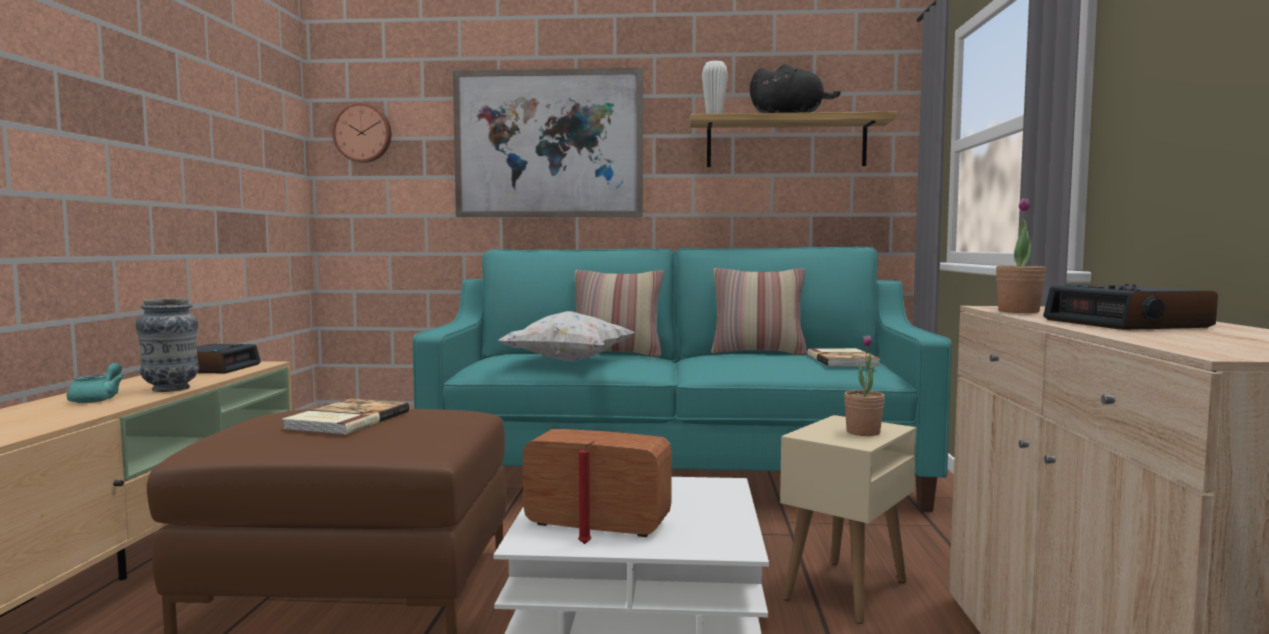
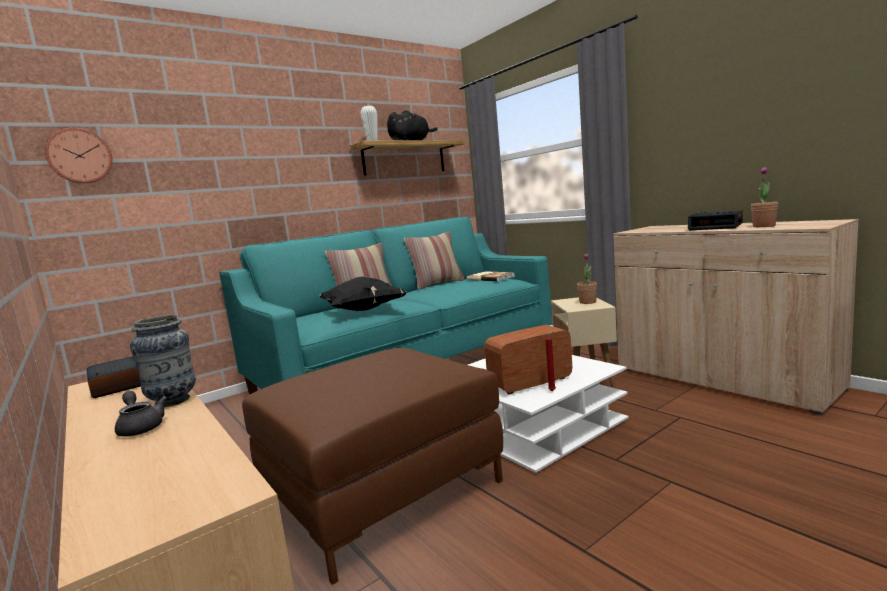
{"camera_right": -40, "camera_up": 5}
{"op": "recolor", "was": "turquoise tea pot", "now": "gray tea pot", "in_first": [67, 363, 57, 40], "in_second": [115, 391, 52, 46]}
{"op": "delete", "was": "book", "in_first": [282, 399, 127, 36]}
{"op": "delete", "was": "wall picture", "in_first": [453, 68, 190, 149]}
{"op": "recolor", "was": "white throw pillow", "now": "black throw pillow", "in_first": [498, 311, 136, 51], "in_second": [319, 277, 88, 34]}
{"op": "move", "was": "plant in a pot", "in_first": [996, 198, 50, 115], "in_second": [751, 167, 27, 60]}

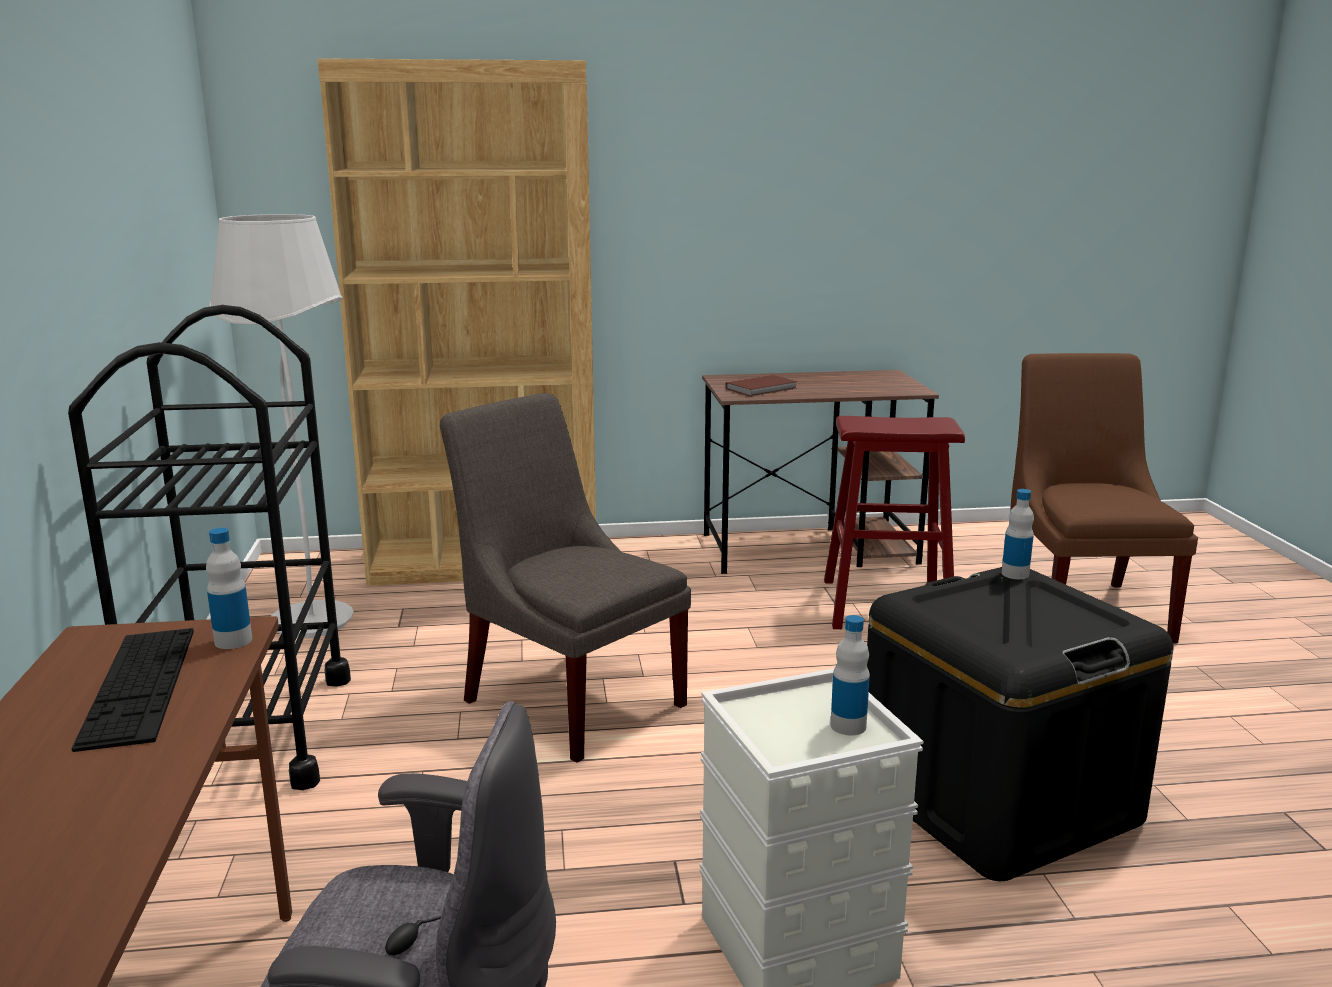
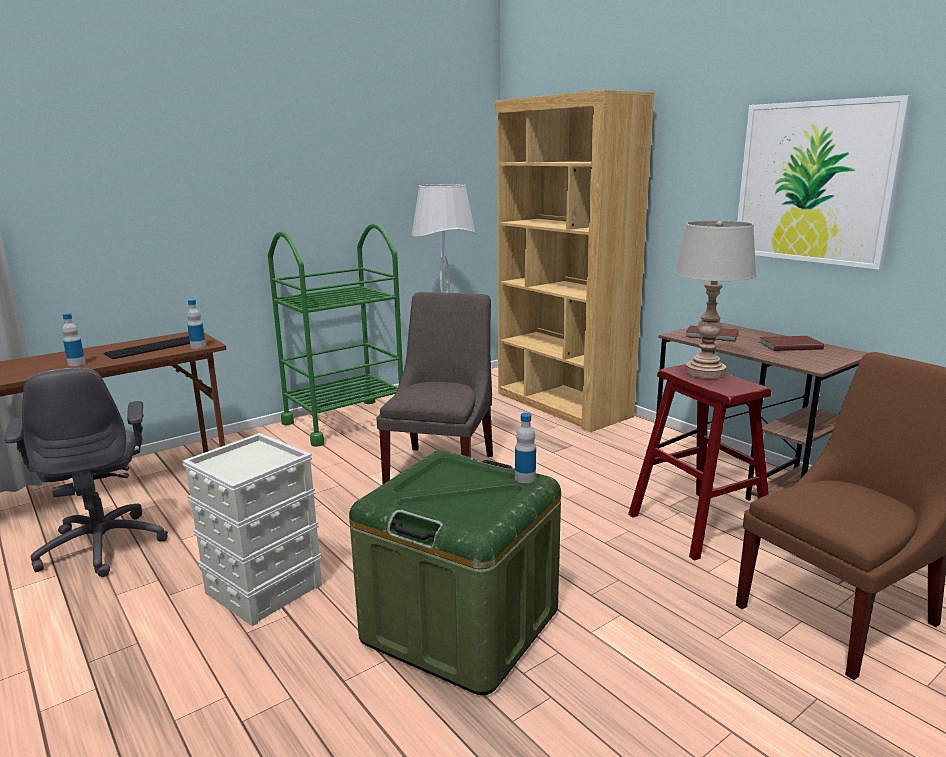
{"camera_right": 60, "camera_up": 0}
{"op": "recolor", "was": "black cart", "now": "greenish cart", "in_first": [68, 305, 283, 485], "in_second": [268, 224, 135, 223]}
{"op": "move", "was": "beverage bottle", "in_first": [830, 615, 40, 120], "in_second": [62, 313, 24, 53]}
{"op": "recolor", "was": "black storage container", "now": "greenish storage container", "in_first": [867, 567, 307, 314], "in_second": [349, 450, 212, 245]}
{"op": "insert", "now": "gray table lamp", "in_second": [674, 220, 82, 159]}
{"op": "insert", "now": "wall picture", "in_second": [737, 95, 175, 175]}
{"op": "insert", "now": "brownish book", "in_second": [759, 336, 65, 15]}

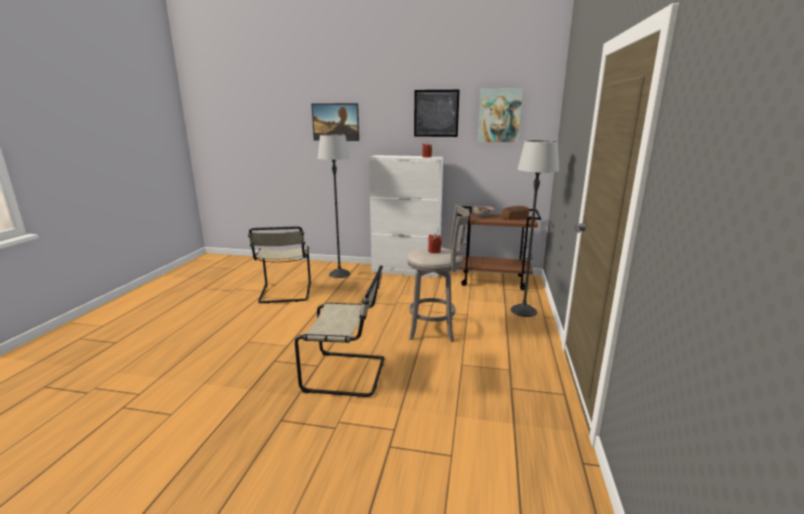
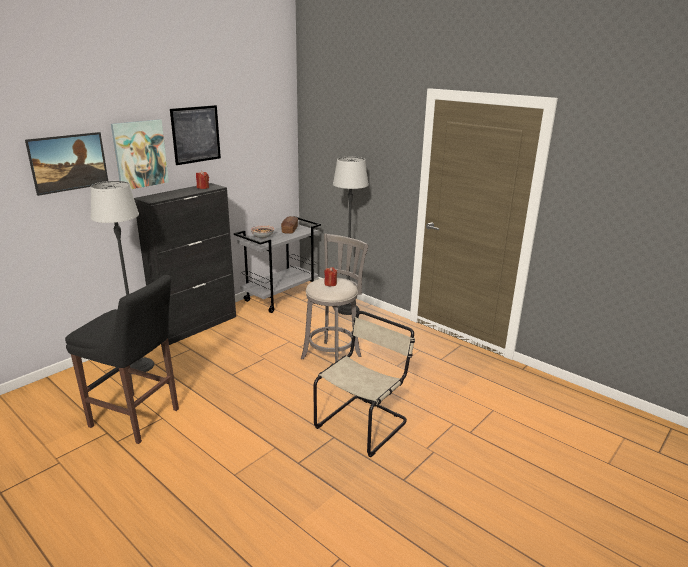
{"camera_right": -60, "camera_up": 5}
{"op": "replace", "was": "beige plain chair", "now": "black stool seat", "in_first": [248, 226, 63, 78], "in_second": [65, 275, 114, 169]}
{"op": "recolor", "was": "white cabinet", "now": "black cabinet", "in_first": [369, 155, 74, 122], "in_second": [134, 183, 102, 162]}
{"op": "recolor", "was": "brownish cart", "now": "gray cart", "in_first": [458, 206, 83, 84], "in_second": [234, 216, 87, 97]}
{"op": "move", "was": "wall picture", "in_first": [477, 88, 46, 54], "in_second": [111, 119, 58, 70]}

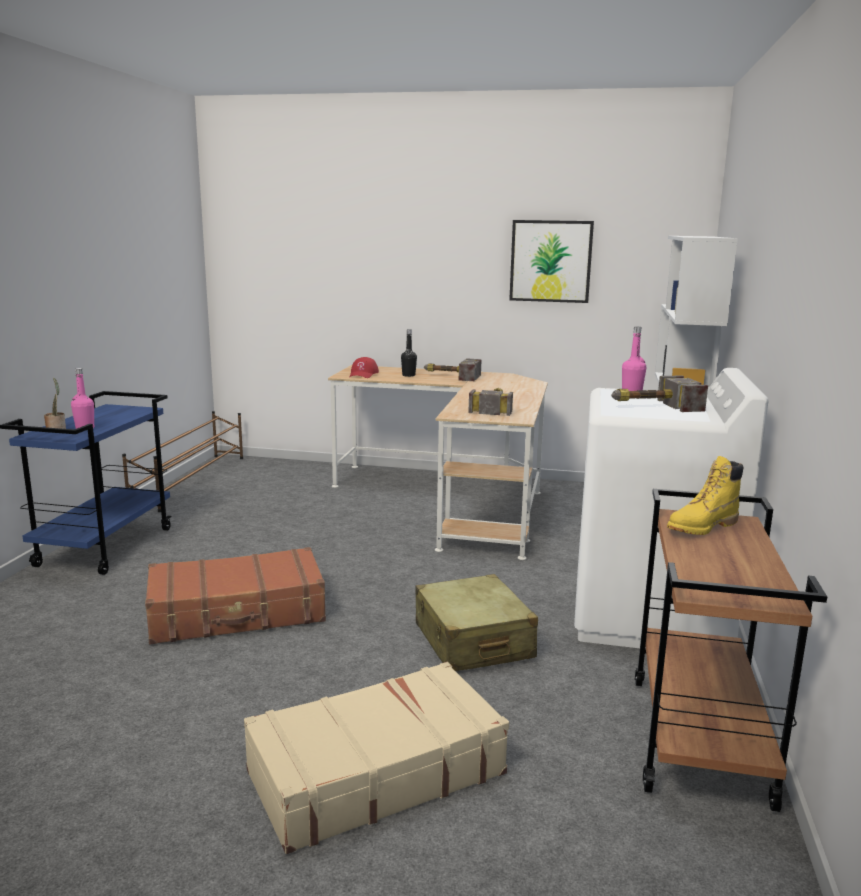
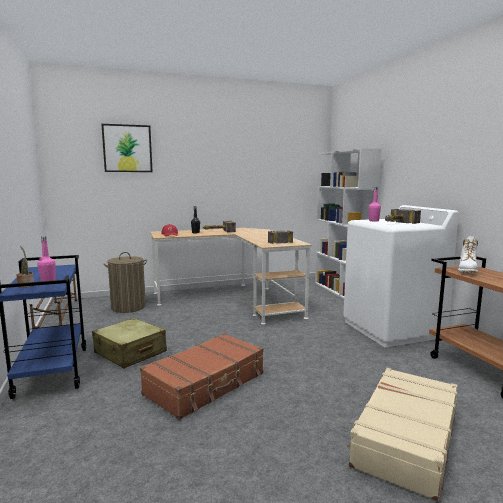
{"camera_right": -30, "camera_up": -5}
{"op": "move", "was": "beige suitcase", "in_first": [415, 574, 123, 97], "in_second": [92, 318, 75, 50]}
{"op": "move", "was": "wall picture", "in_first": [509, 220, 85, 83], "in_second": [101, 124, 52, 48]}
{"op": "recolor", "was": "yellowish tall boot", "now": "white tall boot", "in_first": [667, 456, 77, 79], "in_second": [458, 236, 20, 37]}
{"op": "insert", "now": "hamper", "in_second": [103, 252, 44, 61]}

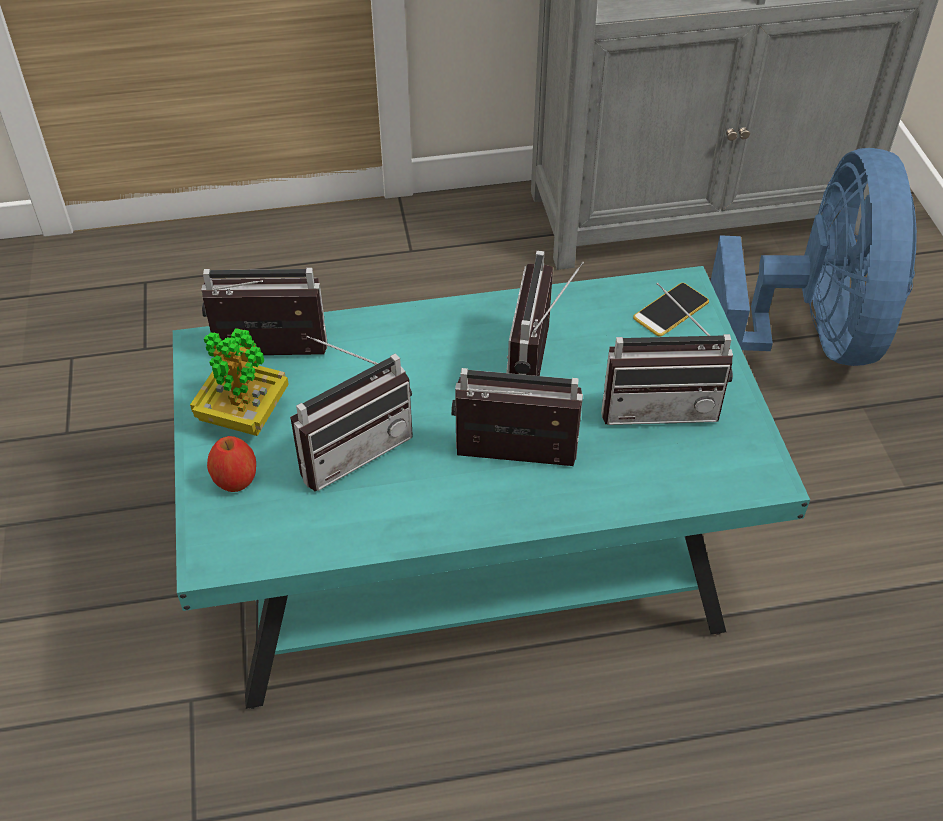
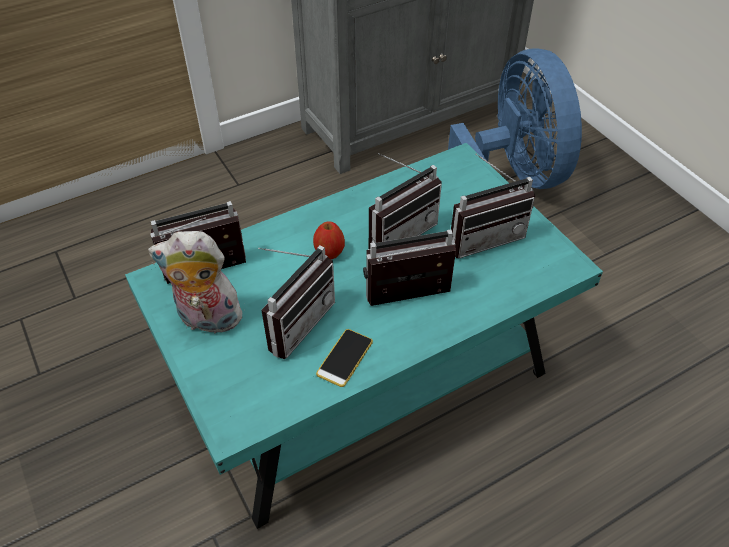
{"camera_right": -20, "camera_up": 0}
{"op": "replace", "was": "plant in a pot", "now": "plush toy", "in_first": [190, 328, 99, 108], "in_second": [148, 231, 97, 107]}
{"op": "move", "was": "apple", "in_first": [207, 436, 49, 56], "in_second": [313, 221, 32, 38]}
{"op": "rotate", "was": "radio", "in_first": [506, 251, 78, 125], "in_second": [369, 153, 73, 96], "clockwise": -120}
{"op": "move", "was": "phone", "in_first": [633, 283, 76, 54], "in_second": [316, 329, 57, 58]}

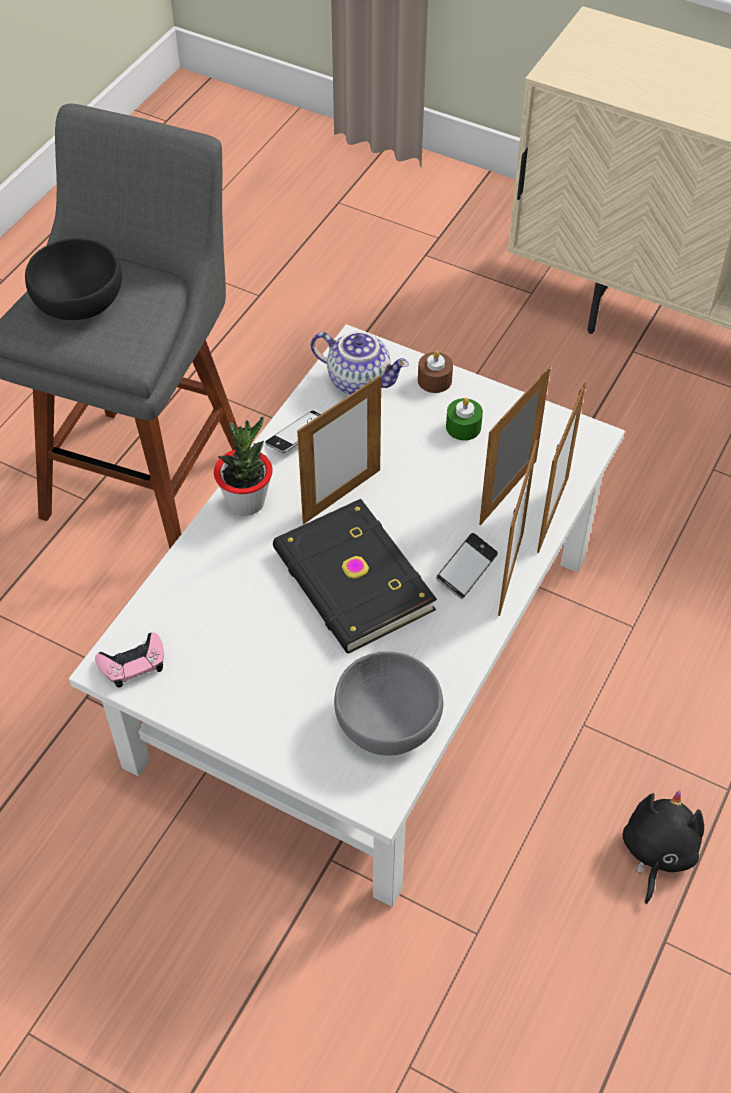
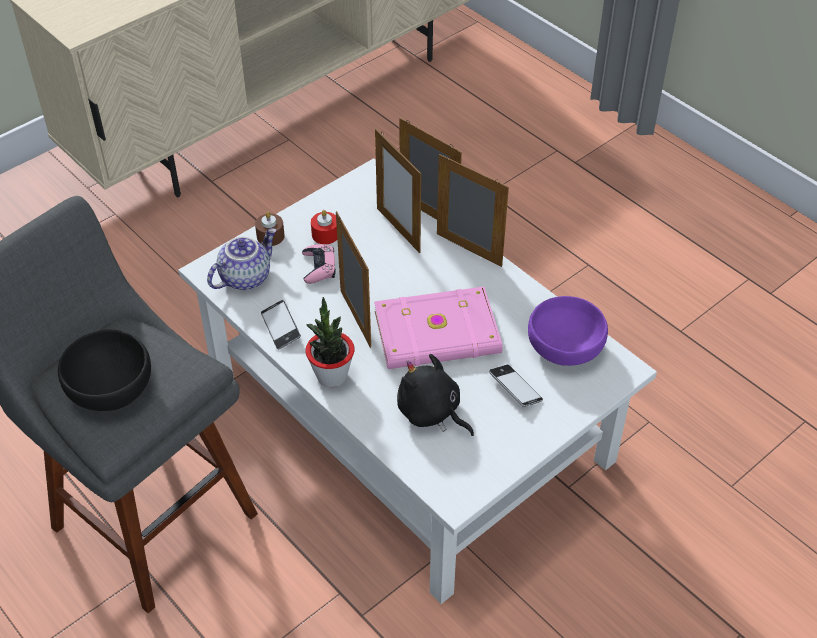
{"camera_right": -70, "camera_up": -5}
{"op": "move", "was": "pink-coloured gamepad", "in_first": [95, 632, 69, 56], "in_second": [302, 244, 34, 40]}
{"op": "recolor", "was": "black book", "now": "pink-coloured book", "in_first": [273, 499, 164, 154], "in_second": [374, 287, 129, 82]}
{"op": "recolor", "was": "gray bowl", "now": "purple bowl", "in_first": [334, 651, 109, 105], "in_second": [528, 296, 80, 70]}
{"op": "move", "was": "phone", "in_first": [436, 533, 62, 66], "in_second": [489, 365, 54, 42]}
{"op": "recolor", "was": "greenish candle", "now": "red-coloured candle", "in_first": [446, 398, 37, 43], "in_second": [311, 210, 26, 34]}
{"op": "move", "was": "black plush toy", "in_first": [623, 790, 81, 114], "in_second": [397, 354, 77, 82]}

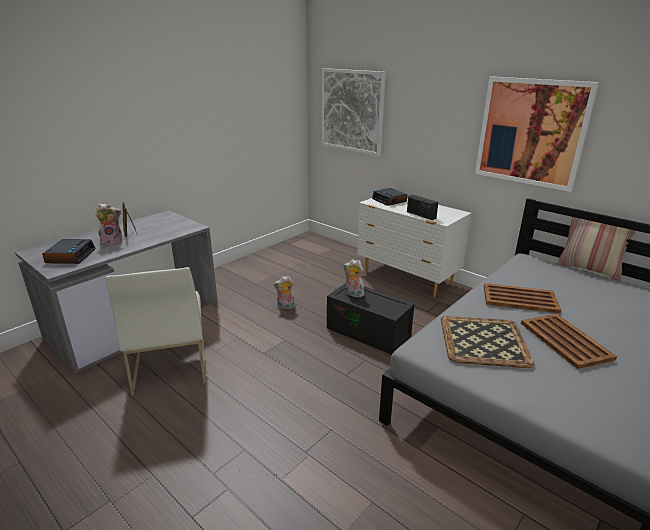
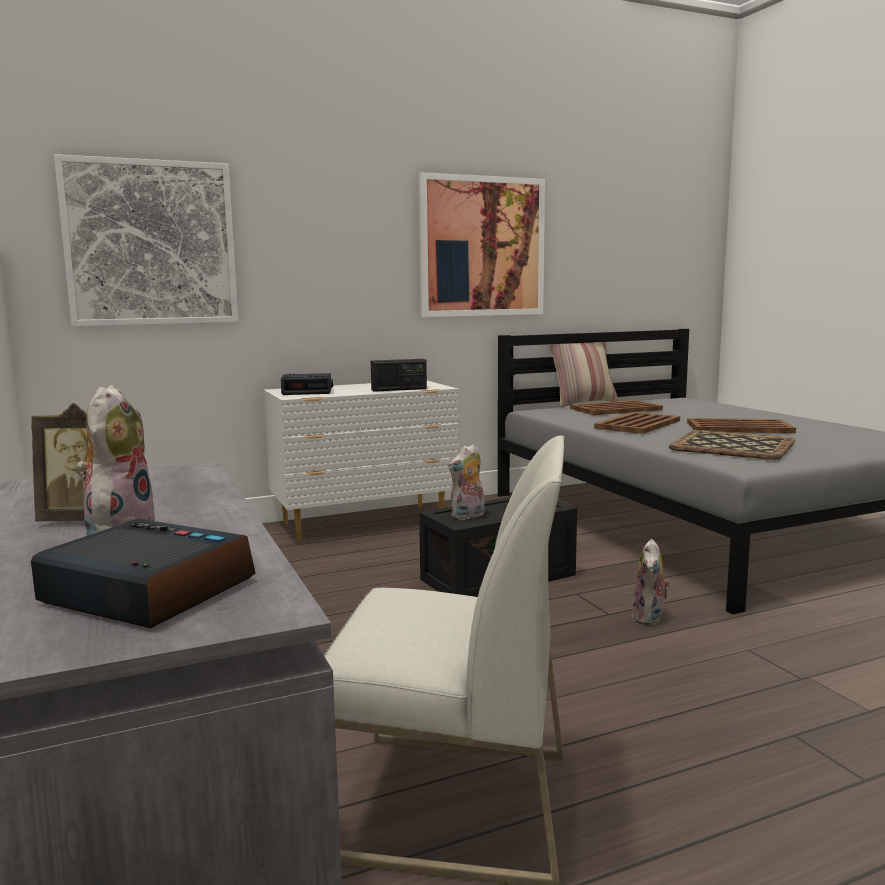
{"camera_right": -65, "camera_up": -15}
{"op": "move", "was": "plush toy", "in_first": [273, 276, 22, 33], "in_second": [632, 539, 39, 86]}
{"op": "insert", "now": "brownish serving tray", "in_second": [570, 400, 93, 15]}

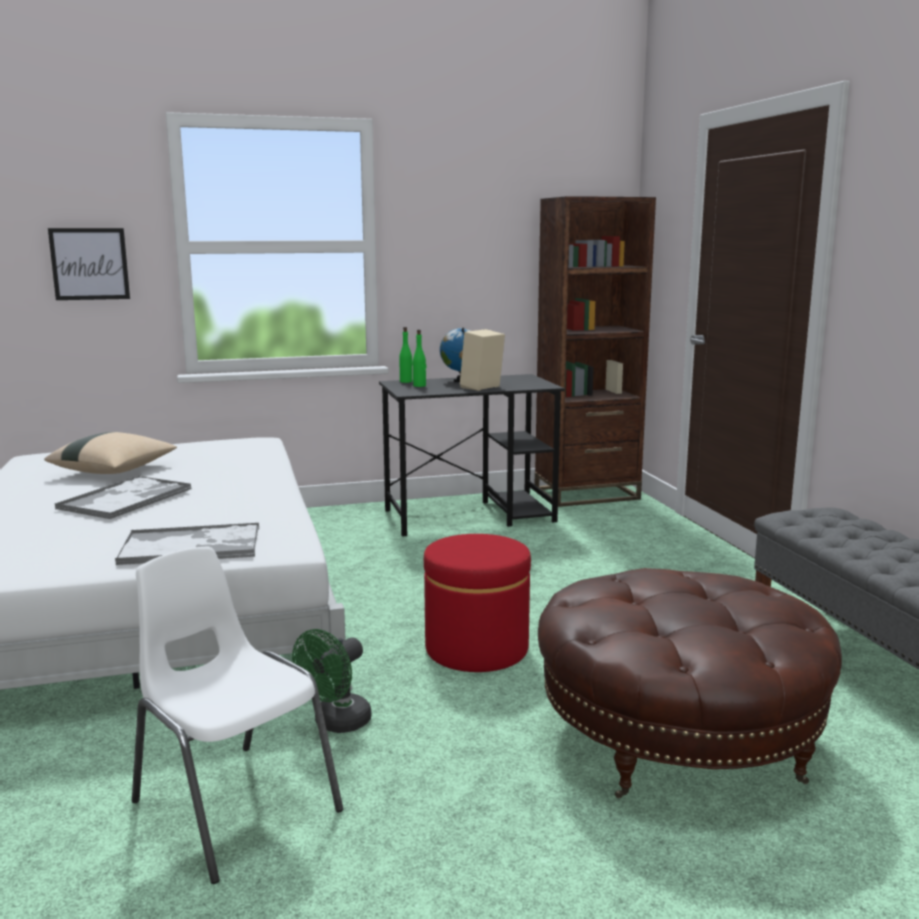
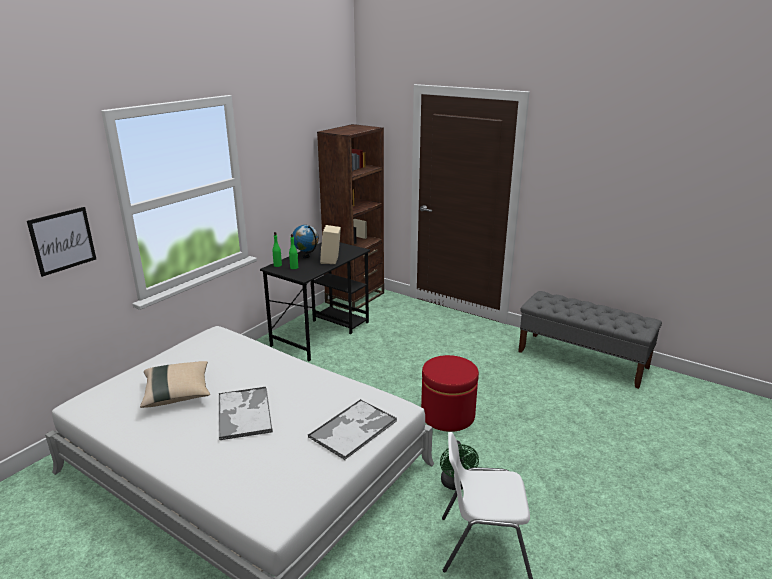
{"camera_right": -40, "camera_up": 10}
{"op": "delete", "was": "brownish footrest", "in_first": [538, 568, 304, 230]}

